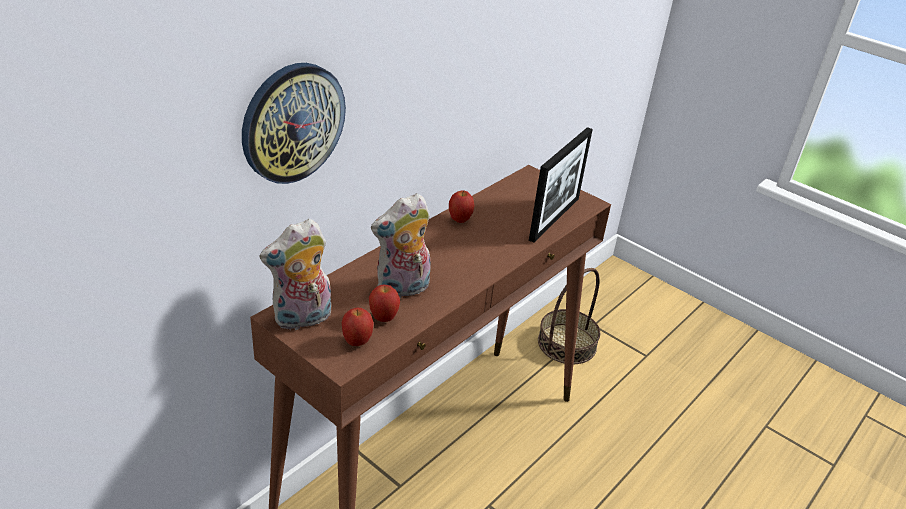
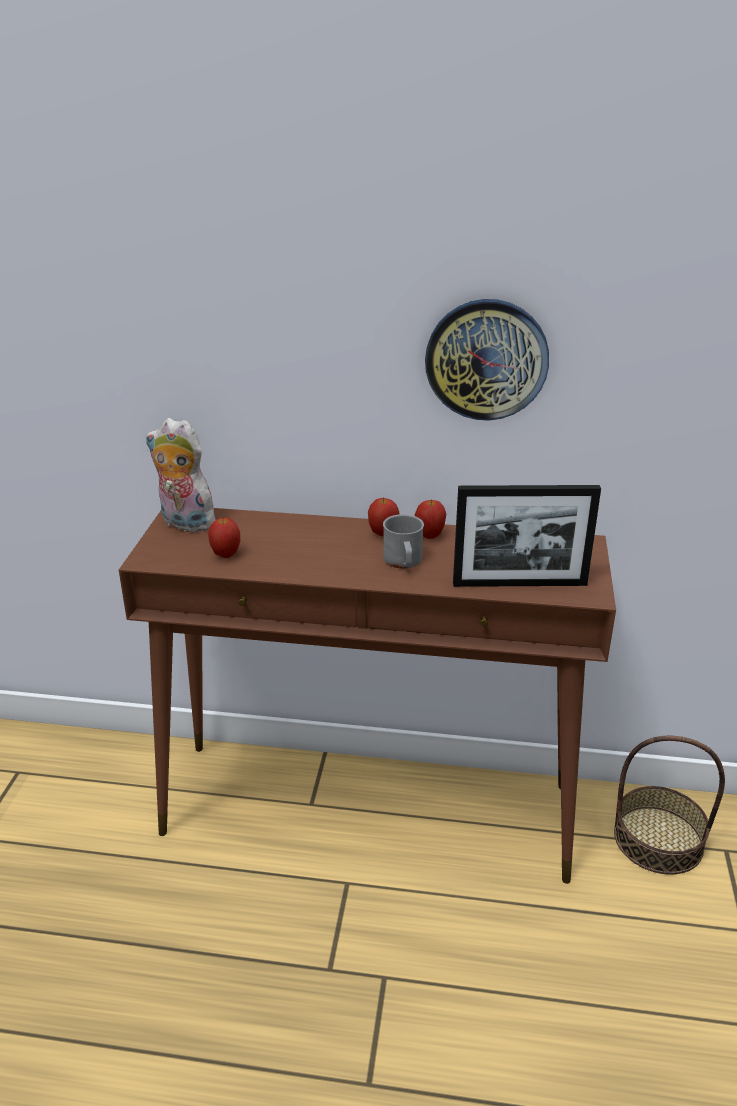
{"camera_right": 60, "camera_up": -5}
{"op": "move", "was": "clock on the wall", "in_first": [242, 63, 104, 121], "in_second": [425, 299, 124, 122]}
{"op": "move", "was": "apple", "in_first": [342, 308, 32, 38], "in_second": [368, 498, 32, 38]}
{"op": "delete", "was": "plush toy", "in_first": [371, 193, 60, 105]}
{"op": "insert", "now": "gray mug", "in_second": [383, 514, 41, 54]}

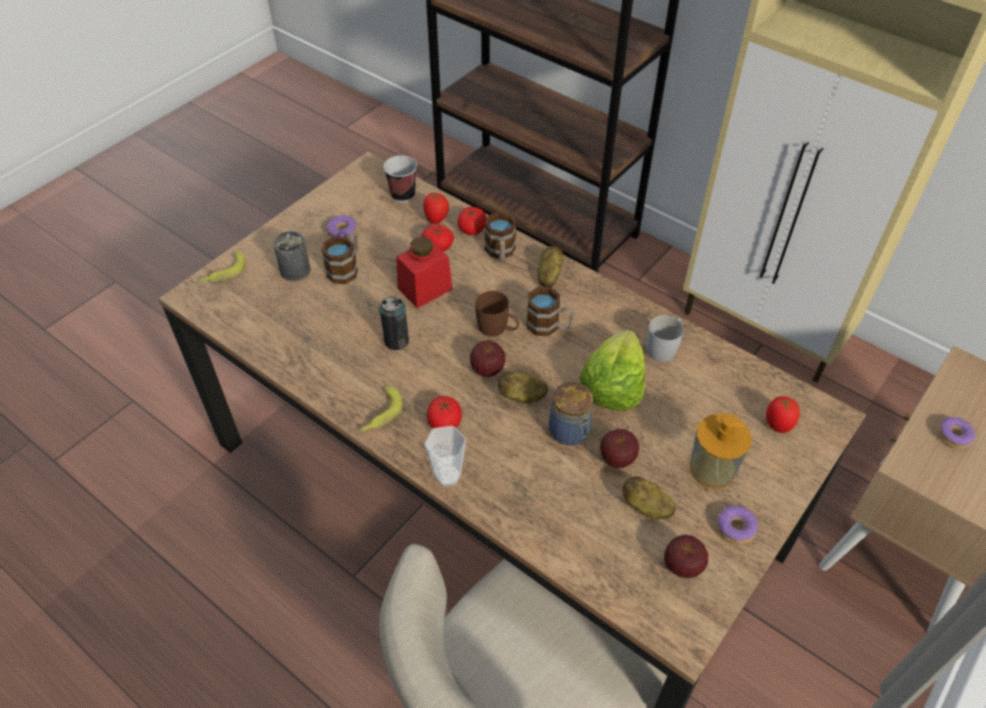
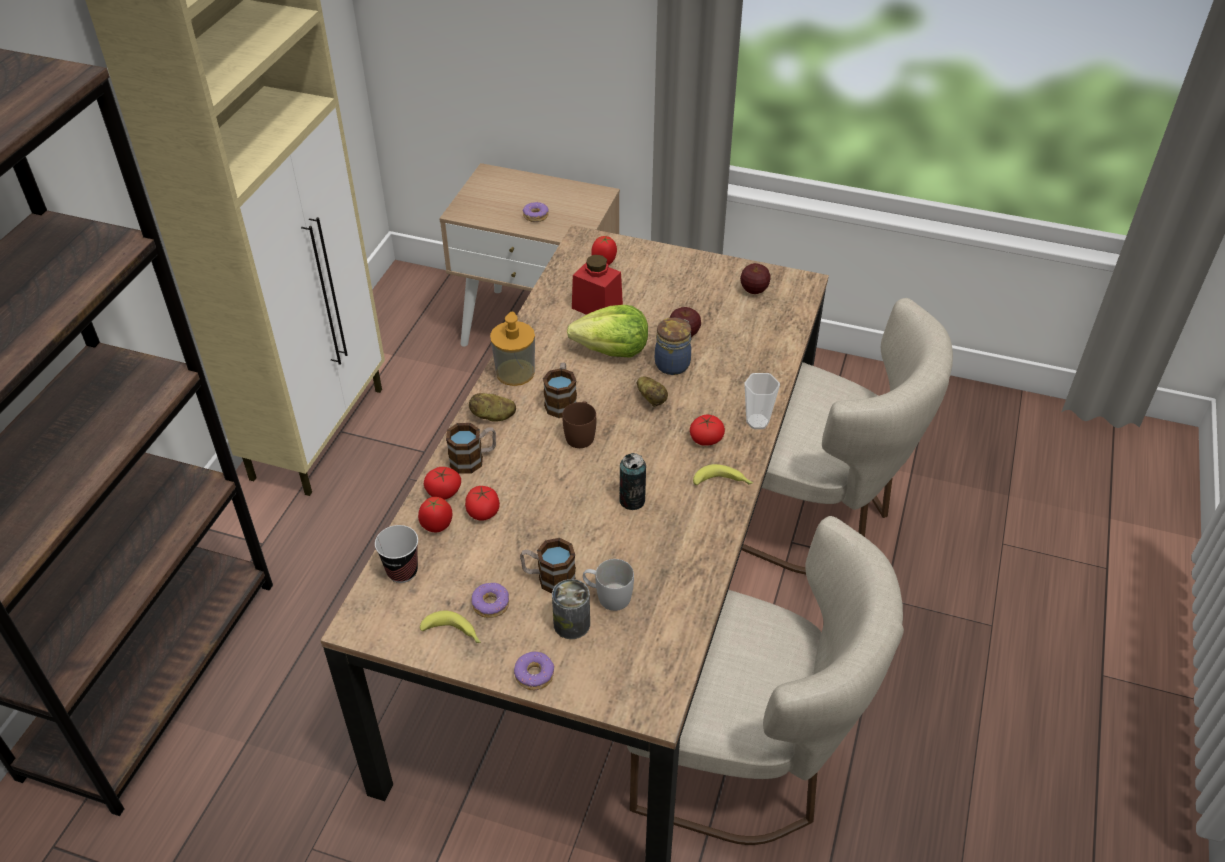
{"camera_right": -110, "camera_up": -5}
{"op": "move", "was": "banana", "in_first": [198, 252, 48, 30], "in_second": [420, 610, 61, 33]}
{"op": "move", "was": "red-coloured storage jar", "in_first": [396, 237, 57, 71], "in_second": [572, 255, 51, 60]}
{"op": "delete", "was": "apple", "in_first": [470, 341, 35, 36]}
{"op": "delete", "was": "potato", "in_first": [623, 476, 53, 43]}
{"op": "move", "was": "white mug", "in_first": [647, 315, 36, 47], "in_second": [583, 559, 51, 52]}
{"op": "move", "was": "soap dispenser", "in_first": [690, 414, 61, 75], "in_second": [490, 312, 45, 74]}
{"op": "move", "was": "donut", "in_first": [717, 505, 41, 40], "in_second": [514, 652, 41, 38]}
{"op": "insert", "now": "beige plain chair", "in_second": [627, 516, 277, 329]}

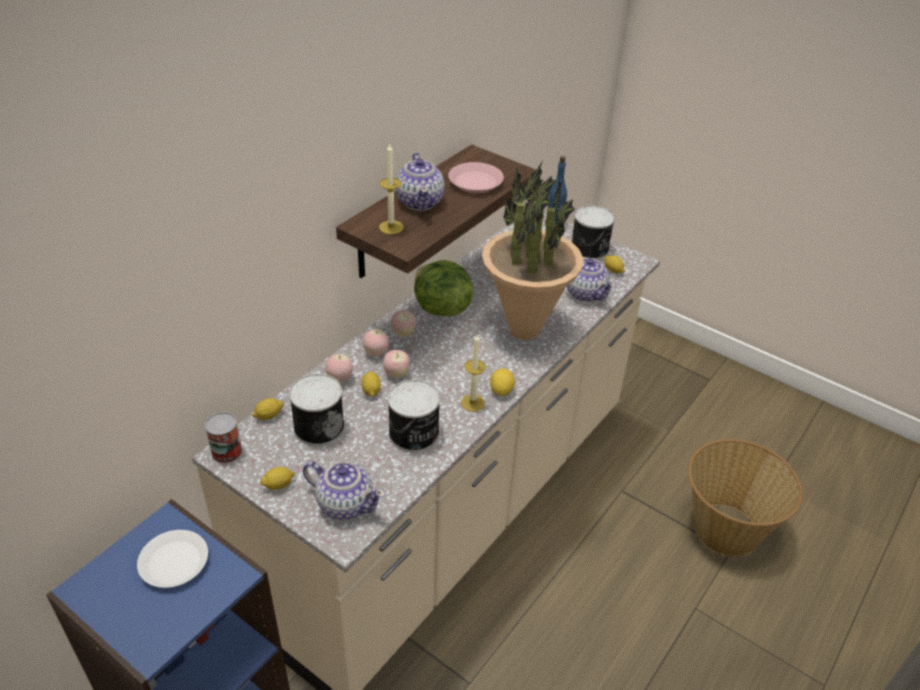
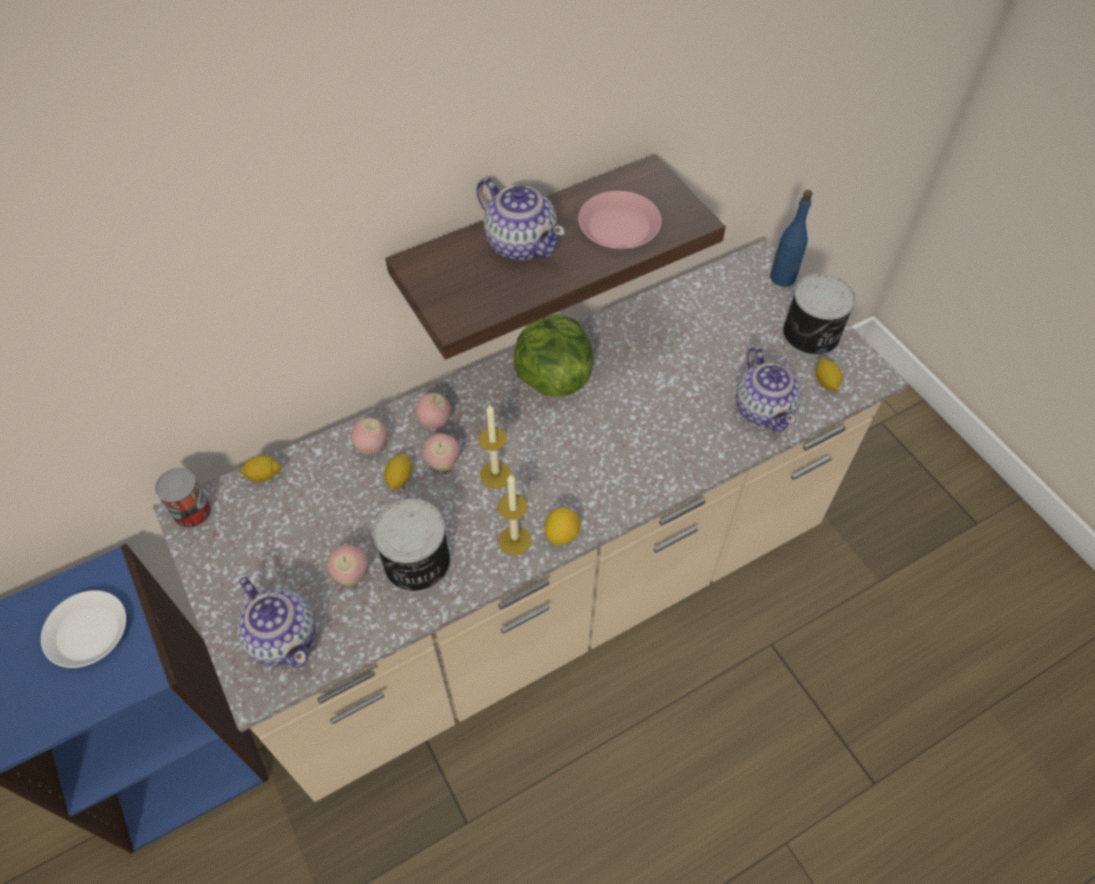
{"camera_right": 25, "camera_up": 15}
{"op": "delete", "was": "whole lemon", "in_first": [260, 467, 35, 23]}
{"op": "delete", "was": "metal can", "in_first": [289, 374, 56, 72]}
{"op": "move", "was": "candle", "in_first": [379, 143, 25, 91], "in_second": [478, 404, 34, 85]}
{"op": "move", "was": "apple", "in_first": [391, 310, 25, 27], "in_second": [327, 545, 41, 41]}
{"op": "rotate", "was": "tea pot", "in_first": [395, 153, 50, 58], "in_second": [476, 178, 89, 83], "clockwise": -60}
{"op": "delete", "was": "plant in a pot", "in_first": [482, 161, 101, 179]}
{"op": "delete", "was": "storage basket", "in_first": [688, 439, 115, 118]}

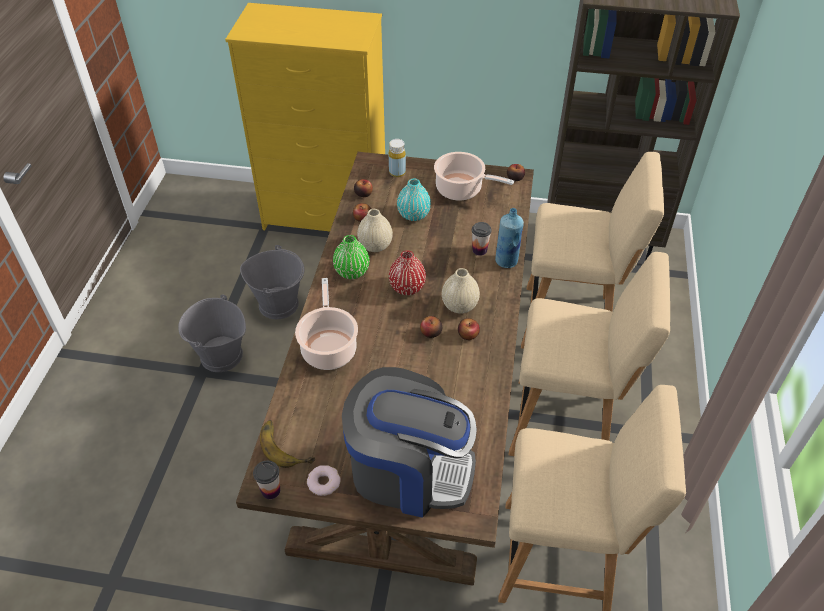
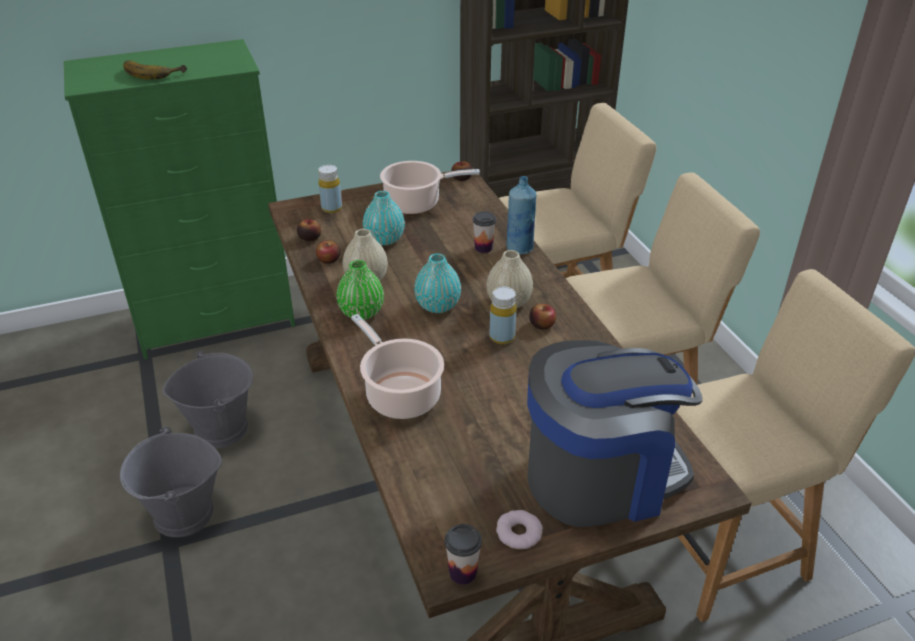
{"camera_right": -30, "camera_up": -10}
{"op": "recolor", "was": "yellowish chest of drawers", "now": "greenish chest of drawers", "in_first": [225, 3, 160, 228], "in_second": [64, 39, 231, 320]}
{"op": "move", "was": "banana", "in_first": [260, 420, 55, 48], "in_second": [123, 60, 64, 20]}
{"op": "recolor", "was": "red-coloured decorative vase", "now": "turquoise decorative vase", "in_first": [389, 250, 37, 45], "in_second": [414, 253, 47, 60]}
{"op": "replace", "was": "apple", "now": "yellowish beverage bottle", "in_first": [420, 316, 22, 22], "in_second": [490, 286, 26, 58]}

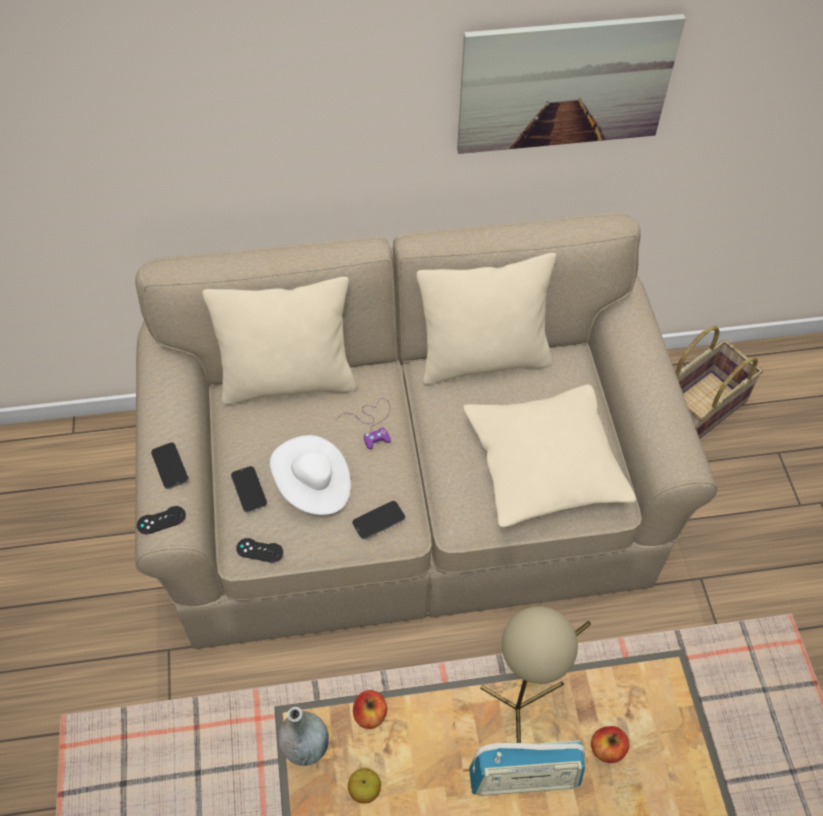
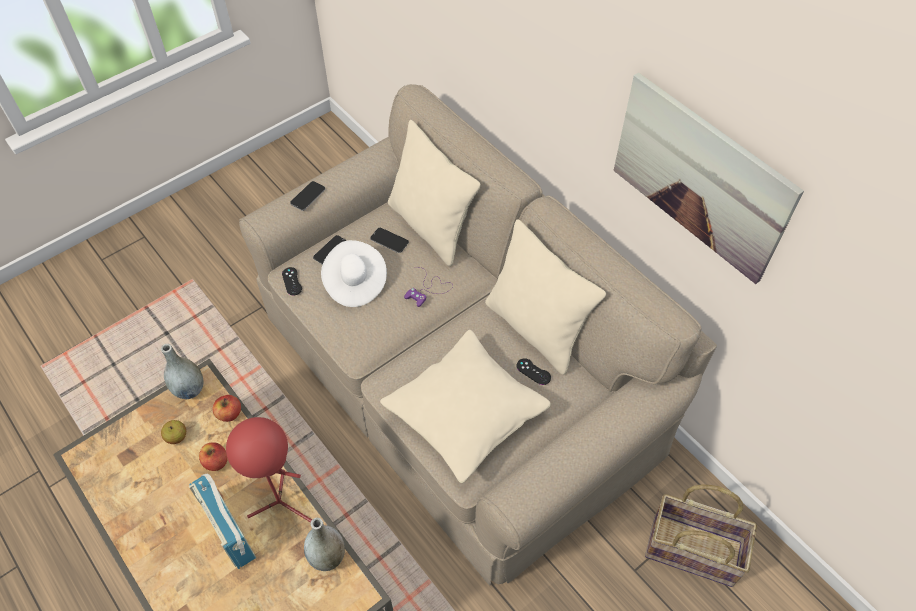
{"camera_right": 60, "camera_up": 0}
{"op": "move", "was": "black gamepad", "in_first": [137, 506, 49, 28], "in_second": [517, 358, 34, 27]}
{"op": "move", "was": "phone", "in_first": [352, 501, 53, 38], "in_second": [370, 228, 39, 25]}
{"op": "recolor", "was": "beige table lamp", "now": "red-coloured table lamp", "in_first": [480, 606, 111, 137], "in_second": [226, 417, 86, 106]}
{"op": "move", "was": "apple", "in_first": [591, 726, 38, 37], "in_second": [199, 442, 29, 29]}
{"op": "insert", "now": "gray decorative vase", "in_second": [304, 518, 41, 53]}

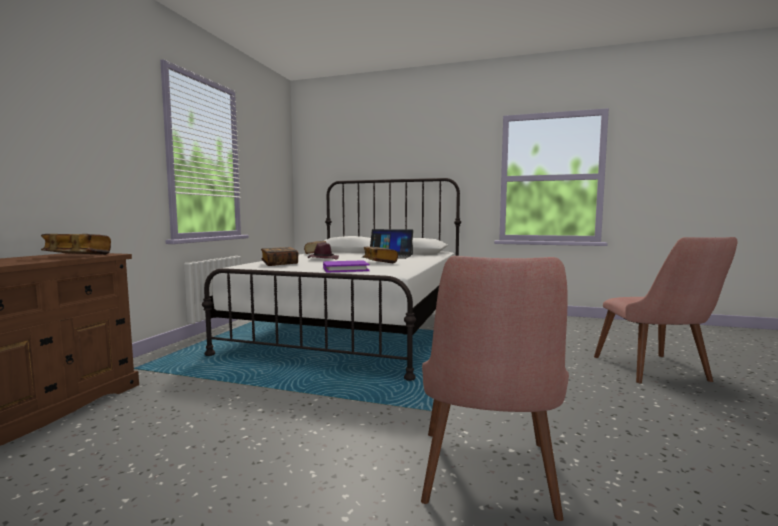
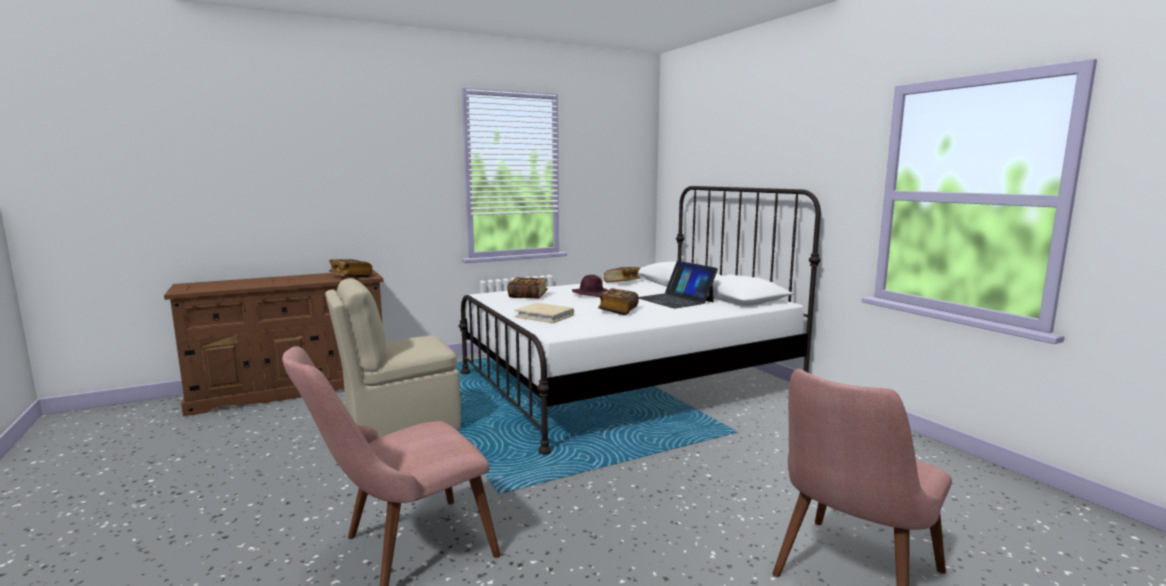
{"camera_right": 45, "camera_up": 5}
{"op": "recolor", "was": "purple book", "now": "beige book", "in_first": [323, 260, 47, 13], "in_second": [515, 303, 59, 20]}
{"op": "insert", "now": "beige plain chair", "in_second": [325, 278, 136, 160]}

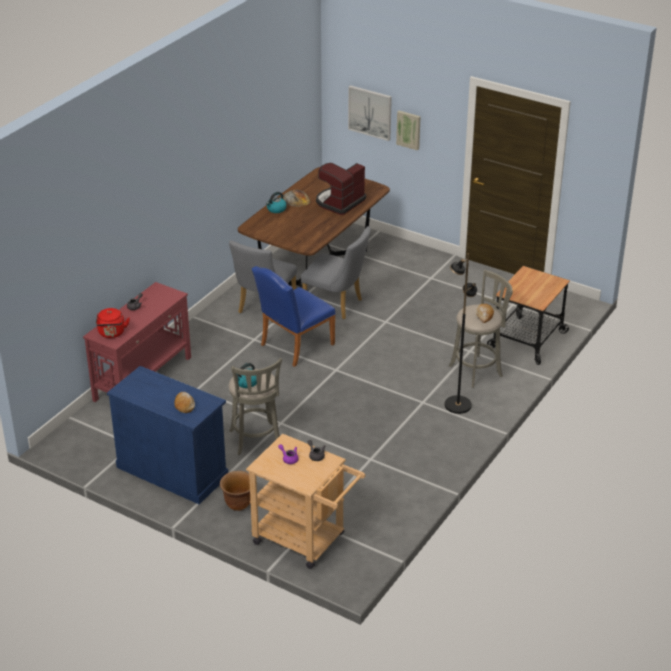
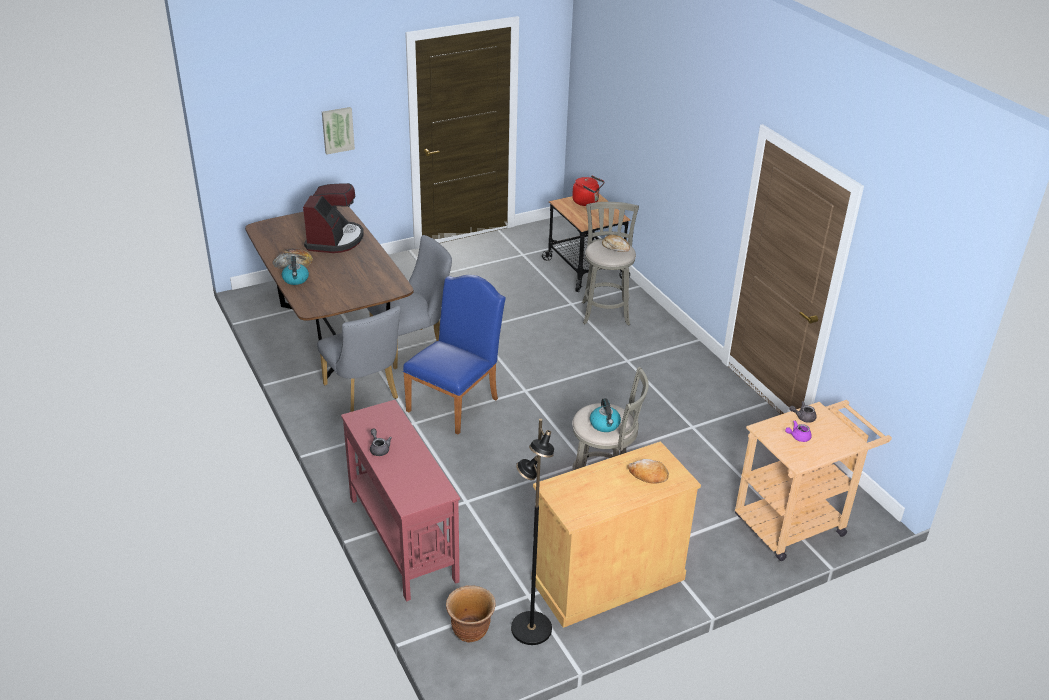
{"camera_right": -60, "camera_up": 0}
{"op": "move", "was": "red-coloured water kettle", "in_first": [96, 308, 34, 30], "in_second": [572, 175, 32, 31]}
{"op": "recolor", "was": "blue cabinet", "now": "beige cabinet", "in_first": [107, 366, 121, 139], "in_second": [533, 441, 168, 187]}
{"op": "move", "was": "brownish plant pot", "in_first": [220, 471, 30, 40], "in_second": [446, 585, 50, 58]}
{"op": "rotate", "was": "blue plain chair", "in_first": [252, 266, 84, 101], "in_second": [403, 275, 103, 159], "clockwise": -135}
{"op": "rotate", "was": "coffee maker", "in_first": [316, 163, 50, 52], "in_second": [303, 183, 61, 70], "clockwise": -150}
{"op": "delete", "was": "wall picture", "in_first": [348, 85, 44, 56]}
{"op": "move", "was": "black floor lamp", "in_first": [445, 253, 32, 161], "in_second": [511, 419, 43, 226]}

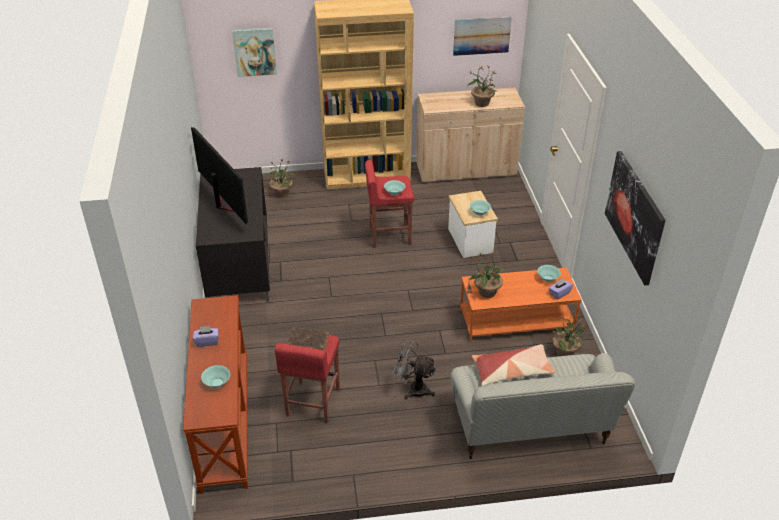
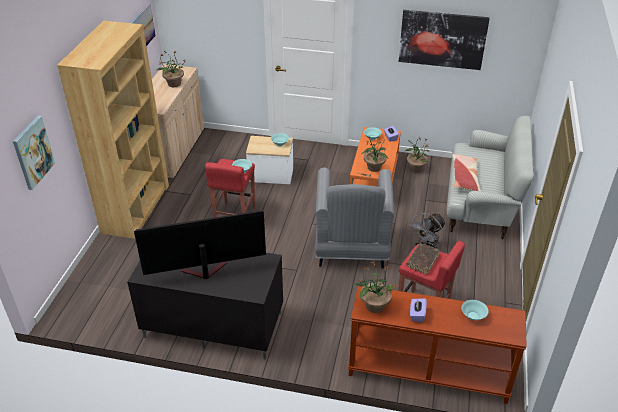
{"camera_right": -70, "camera_up": 0}
{"op": "move", "was": "plant in a pot", "in_first": [269, 158, 26, 40], "in_second": [354, 263, 44, 50]}
{"op": "insert", "now": "gray easy chair", "in_second": [315, 167, 79, 102]}

